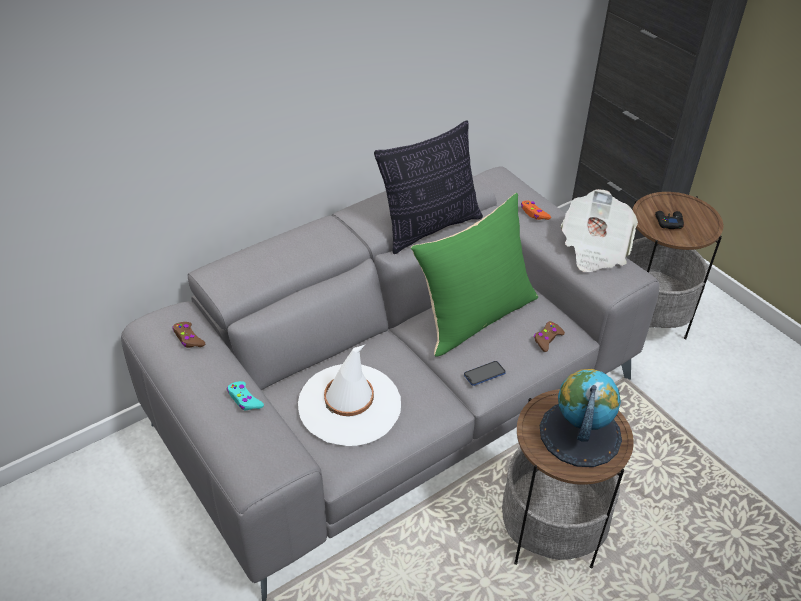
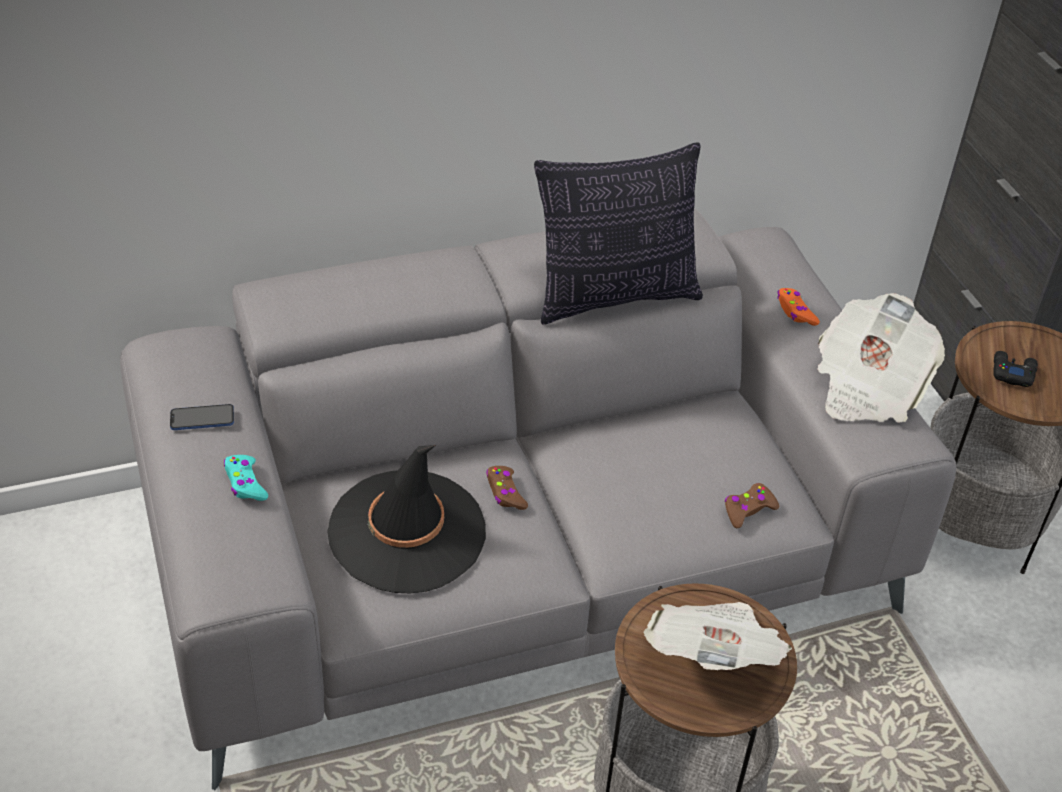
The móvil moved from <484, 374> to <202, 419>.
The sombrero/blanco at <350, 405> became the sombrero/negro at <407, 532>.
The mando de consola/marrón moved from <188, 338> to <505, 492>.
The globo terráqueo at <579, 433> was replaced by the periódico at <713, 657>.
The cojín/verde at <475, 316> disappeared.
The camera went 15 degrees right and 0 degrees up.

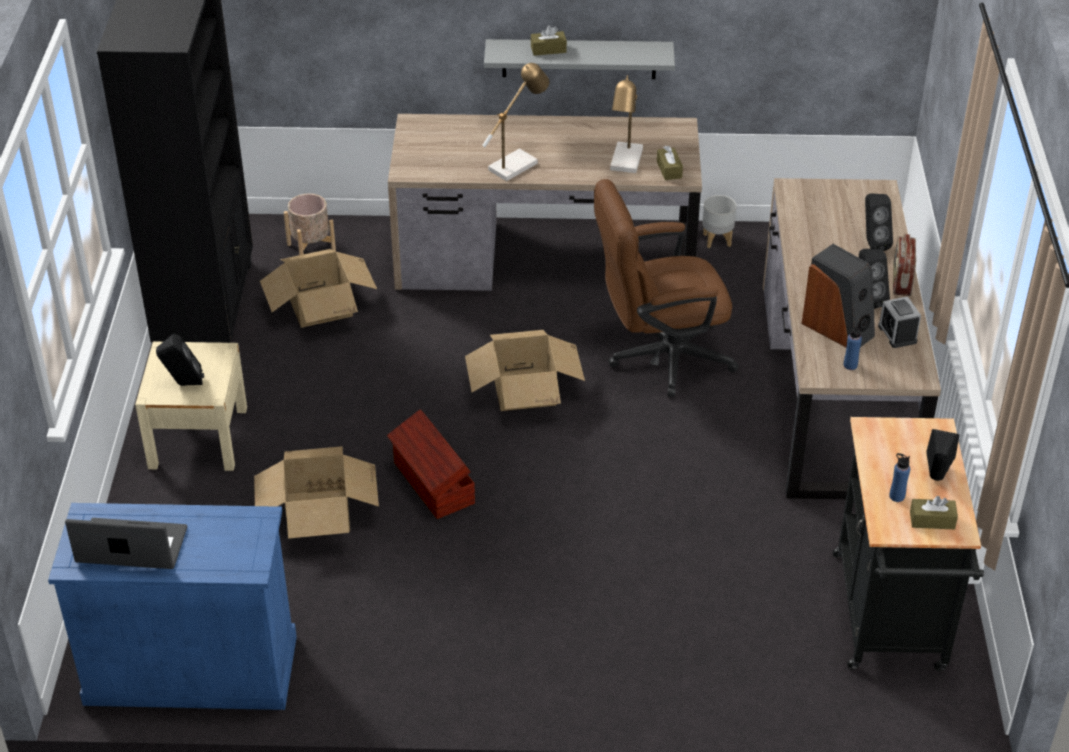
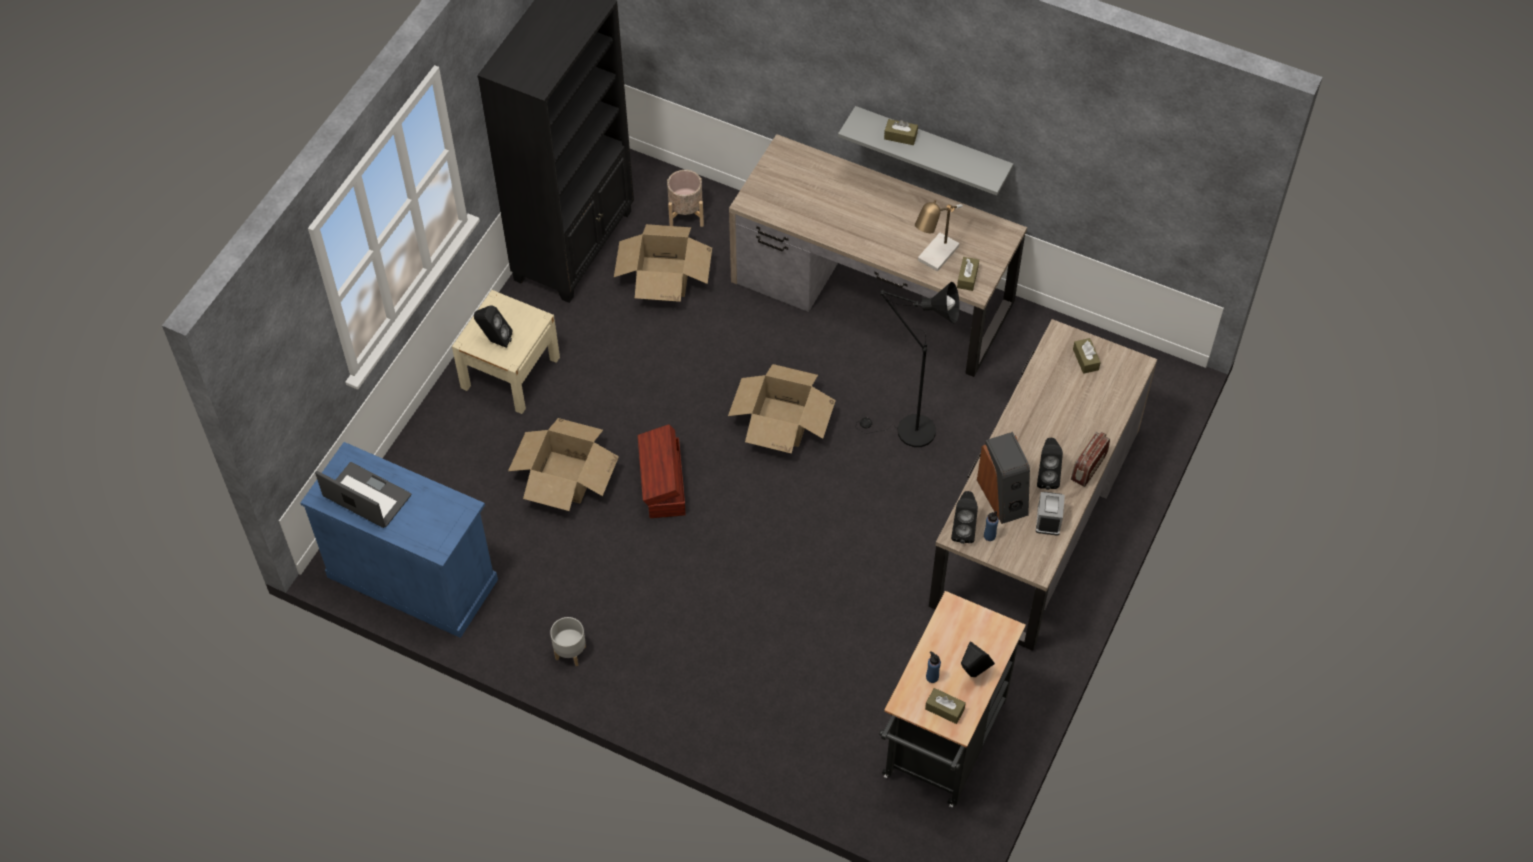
The maceta/gris moved from <716, 240> to <570, 652>.
The silla de oficina/marrón at <659, 357> was replaced by the lámpara de pie/negro at <908, 431>.
The altavoz/negro moved from <872, 243> to <963, 530>.
The caja de pañuelos/marrón at <1085, 359> appeared.
The lámpara de mesa at <517, 163> disappeared.
The camera went 25 degrees right and 15 degrees up.

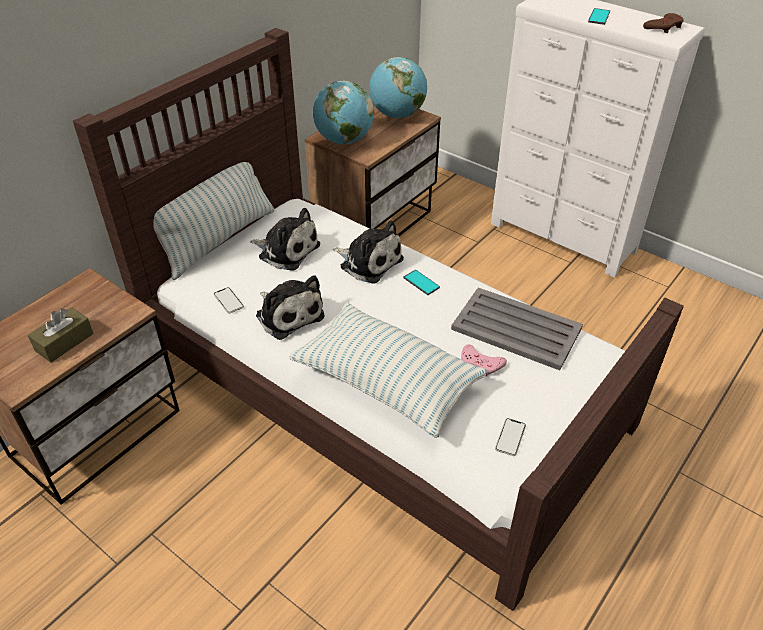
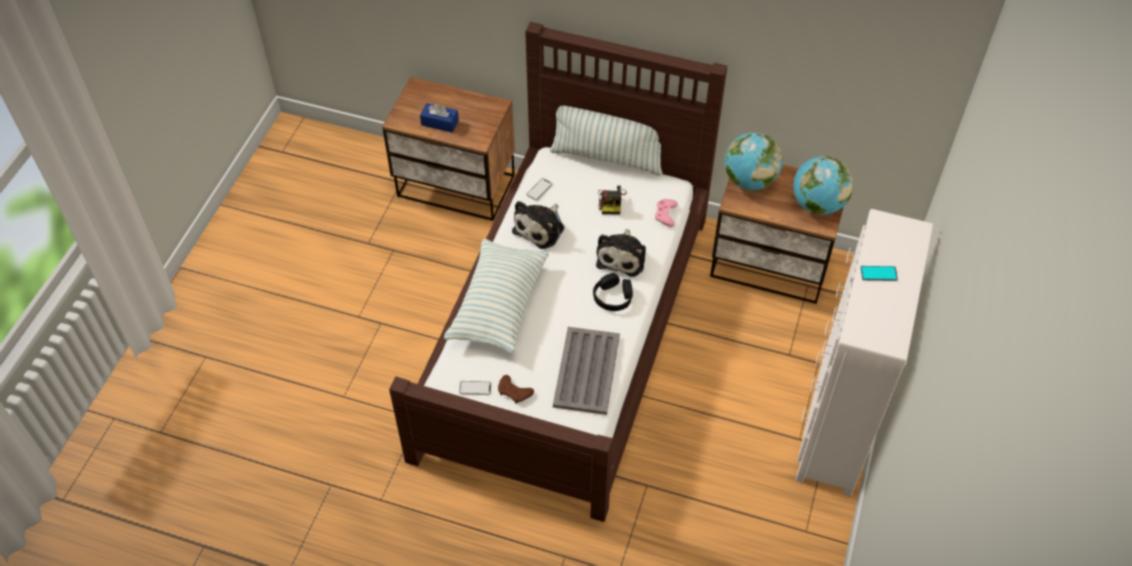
The caja de pañuelos/marrón at <64, 342> became the caja de pañuelos/azul at <440, 123>.
The mando de consola/marrón moved from <663, 27> to <514, 392>.
The móvil at <421, 283> was replaced by the auriculares/negro at <613, 297>.
The peluche at <286, 250> was replaced by the cámara at <611, 201>.
The mando de consola/rosa moved from <481, 363> to <665, 214>.
The camera went 70 degrees right and 10 degrees up.

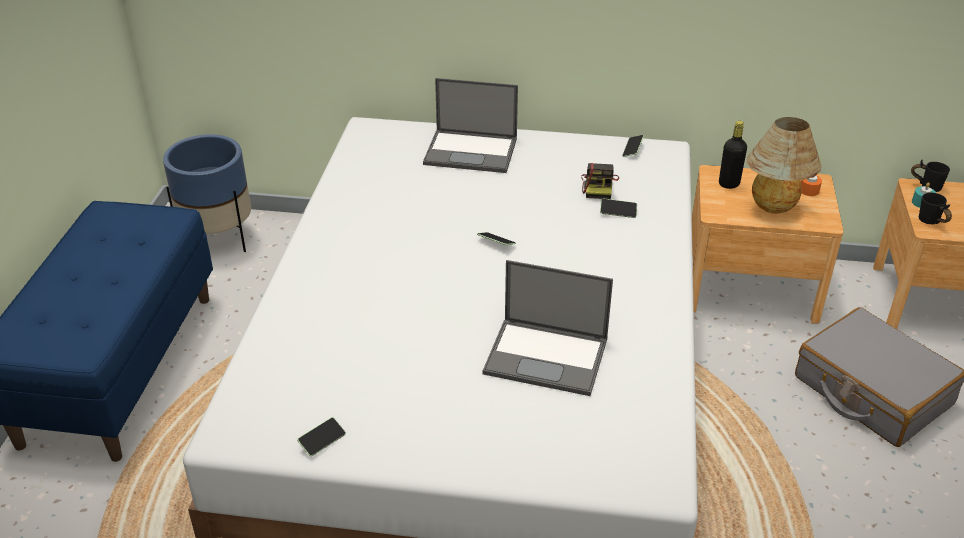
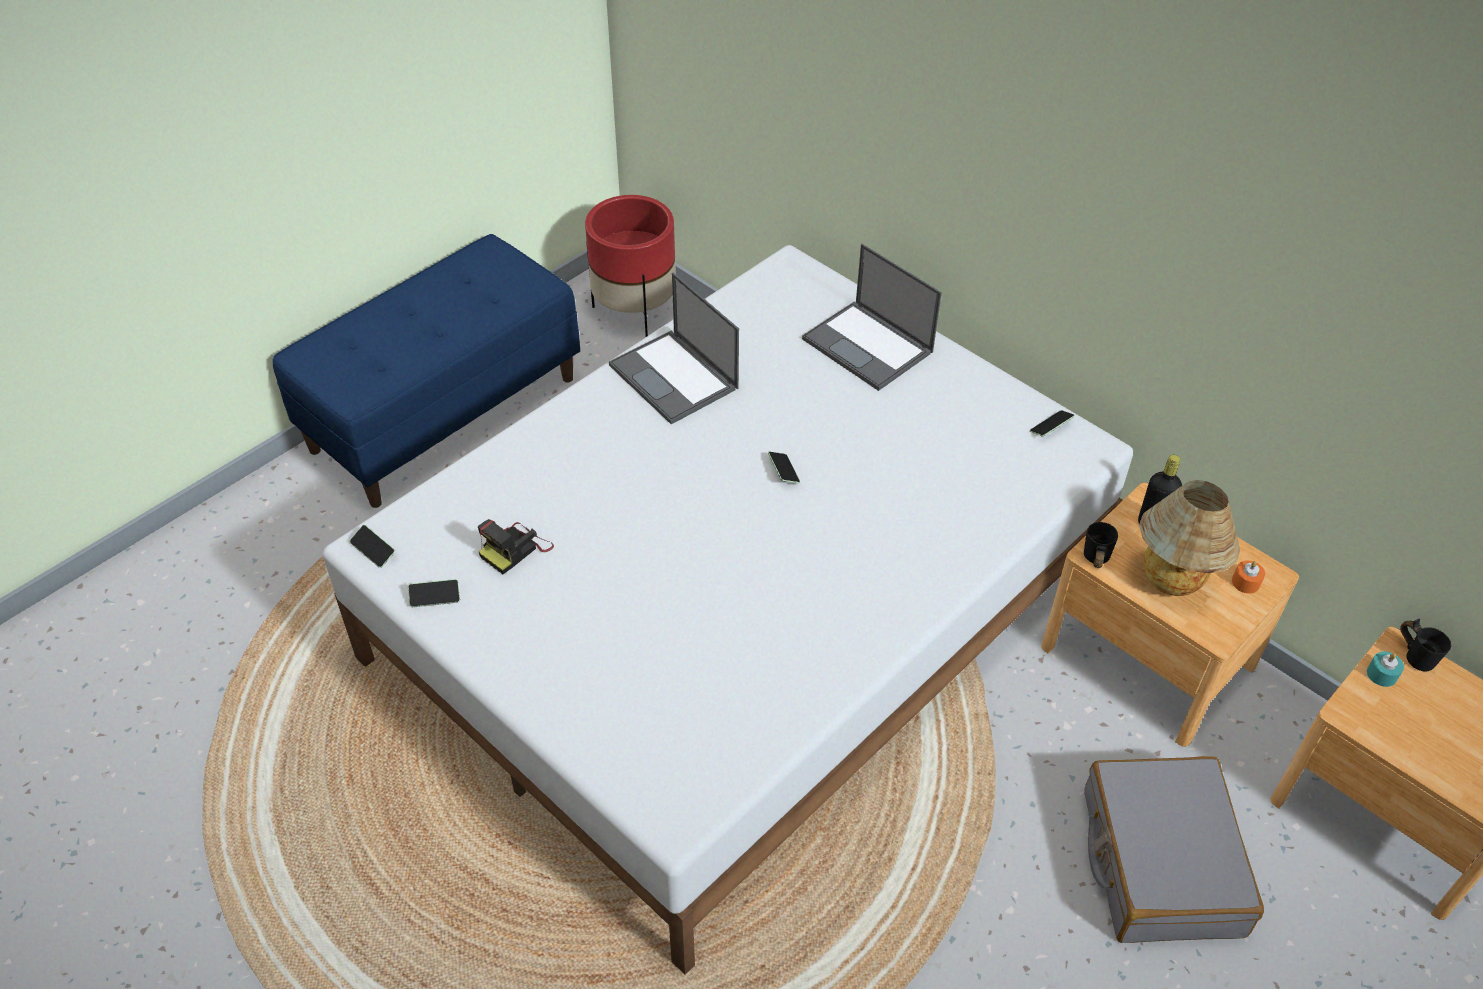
The móvil moved from <618, 212> to <373, 550>.
The cámara moved from <599, 186> to <516, 549>.
The maceta/azul at <218, 238> became the maceta/rojo at <635, 313>.
The portátil moved from <548, 356> to <675, 377>.
The taza grande/negro moved from <929, 223> to <1092, 560>.
The camera went 35 degrees right and 10 degrees up.

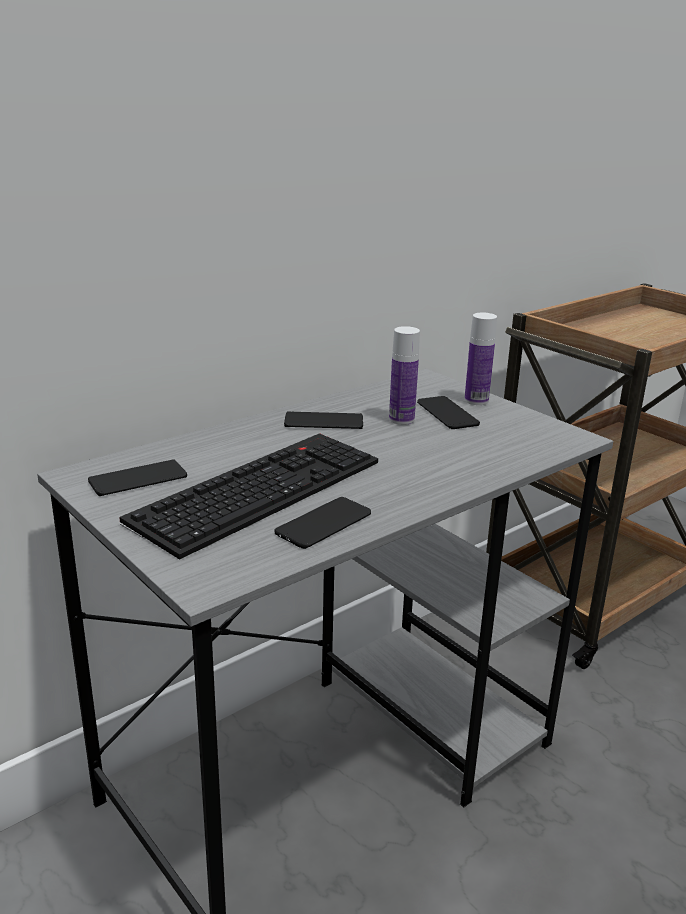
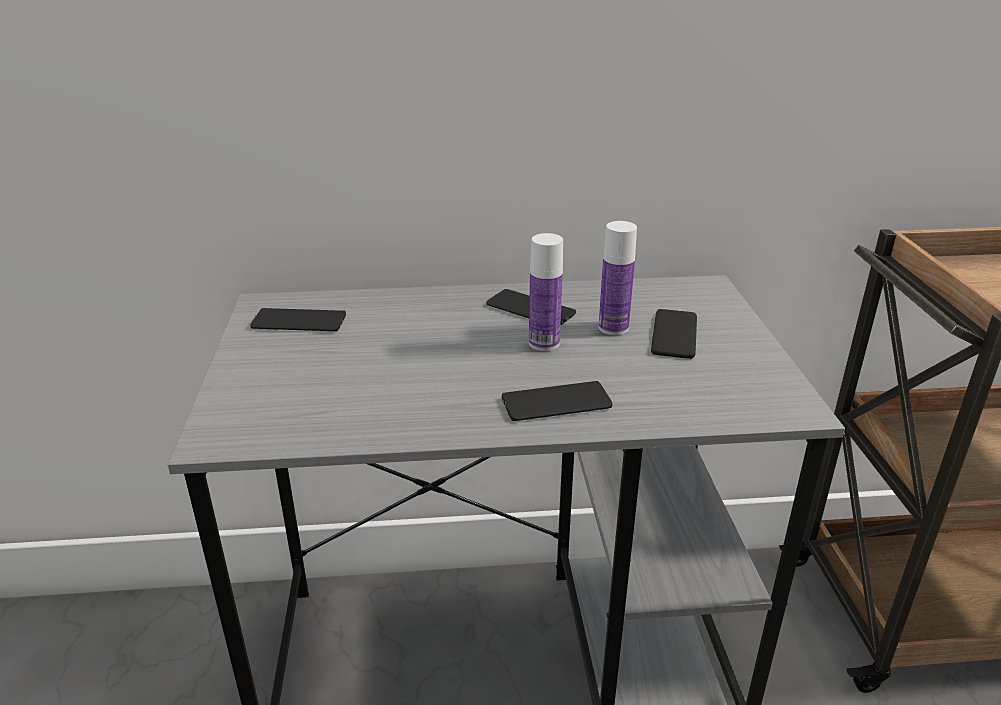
The móvil moved from <323, 523> to <556, 402>.
The botella moved from <476, 400> to <544, 343>.
The teclado at <258, 489> disappeared.
The camera went 35 degrees right and 5 degrees up.

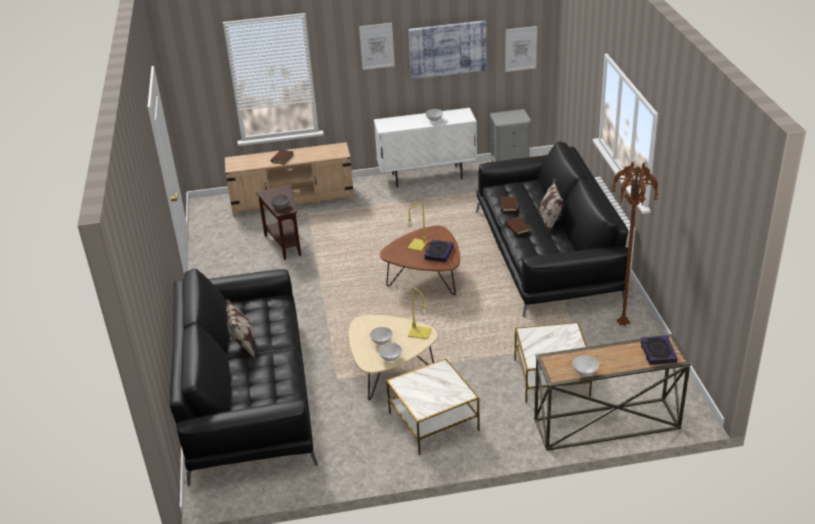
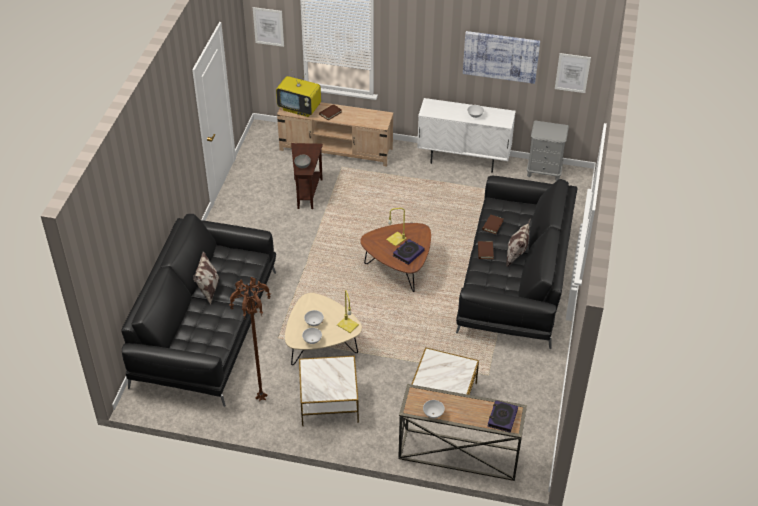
The lámpara de pie/marrón moved from <622, 325> to <260, 399>.
The cuadro moved from <377, 46> to <268, 26>.
The televisor at <300, 108> appeared.
The camera went 20 degrees right and 10 degrees up.

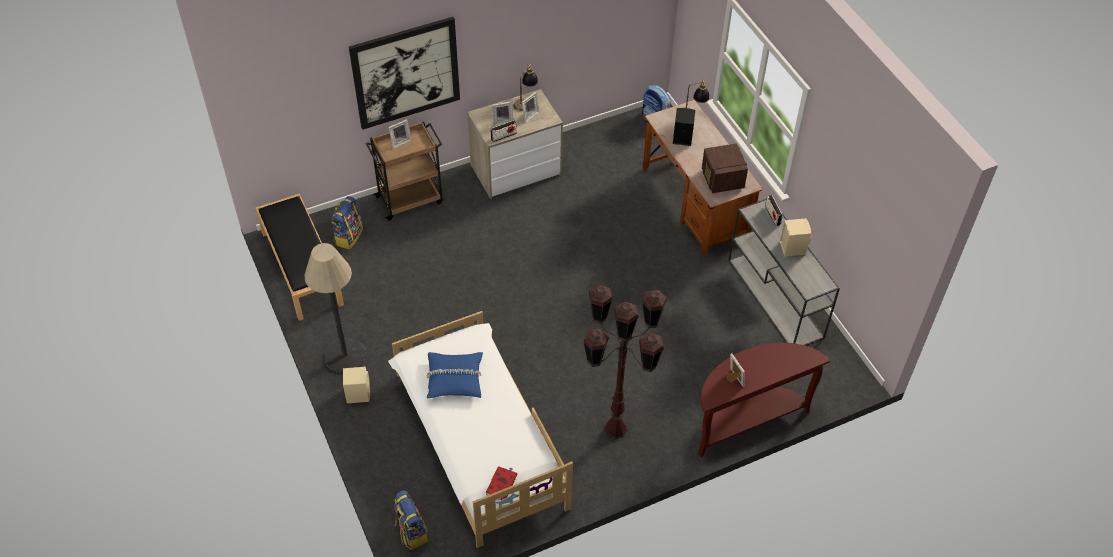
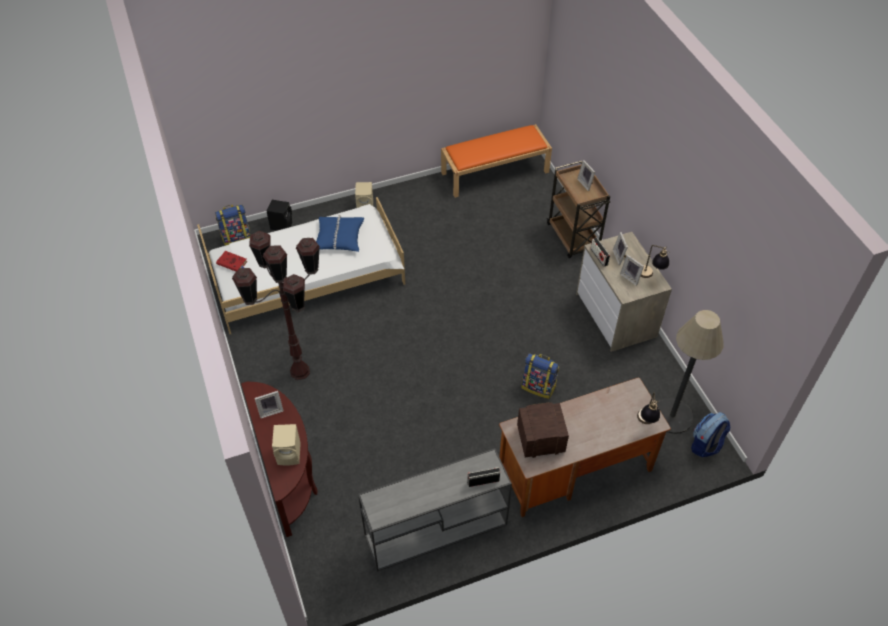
The altavoz/negro moved from <681, 137> to <282, 224>.
The altavoz/beis moved from <792, 247> to <290, 454>.
The banco/negro at <301, 267> became the banco/naranja at <495, 172>.
The mochila moved from <348, 236> to <539, 387>.
The lámpara de pie moved from <345, 355> to <672, 416>.
The cuadro at <406, 73> disappeared.
The camera went 95 degrees right and 0 degrees up.

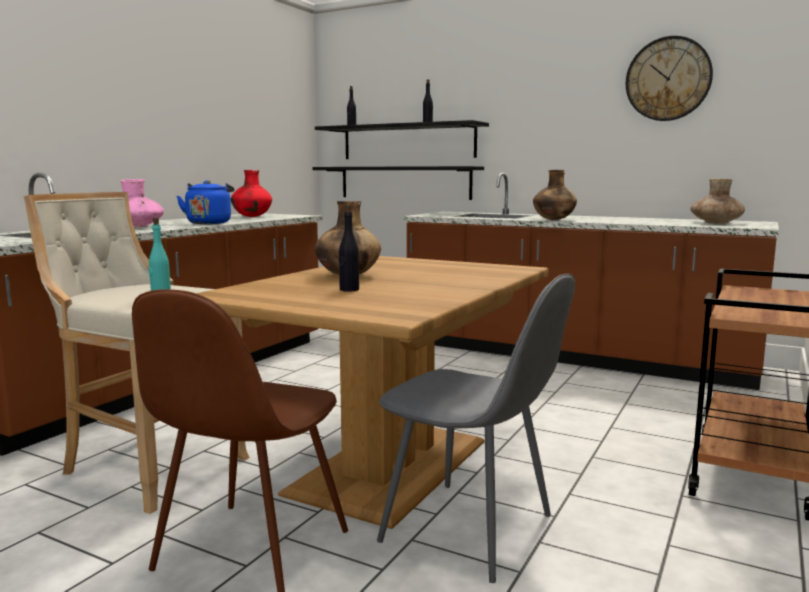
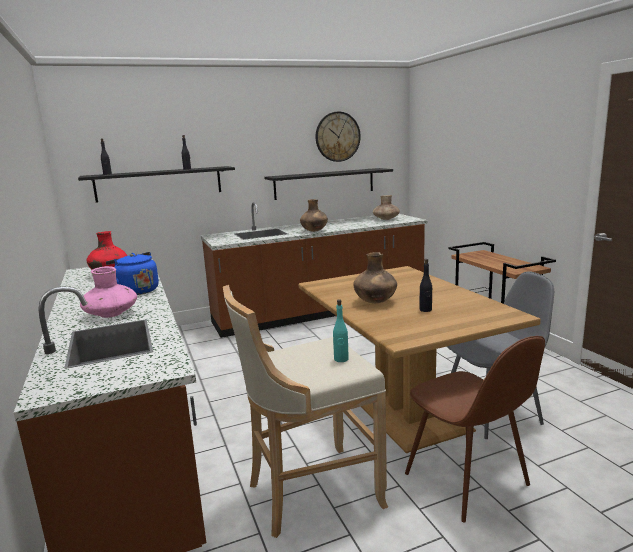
The estante/negro moved from <404, 182> to <324, 183>.
The camera went 50 degrees left and 5 degrees up.

